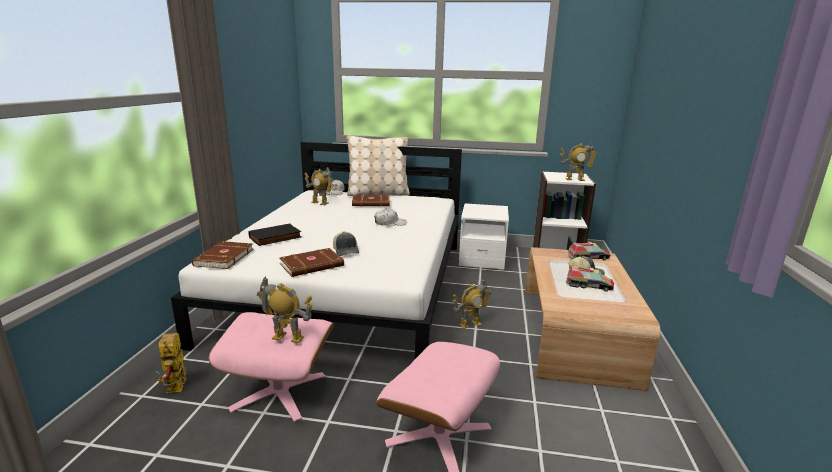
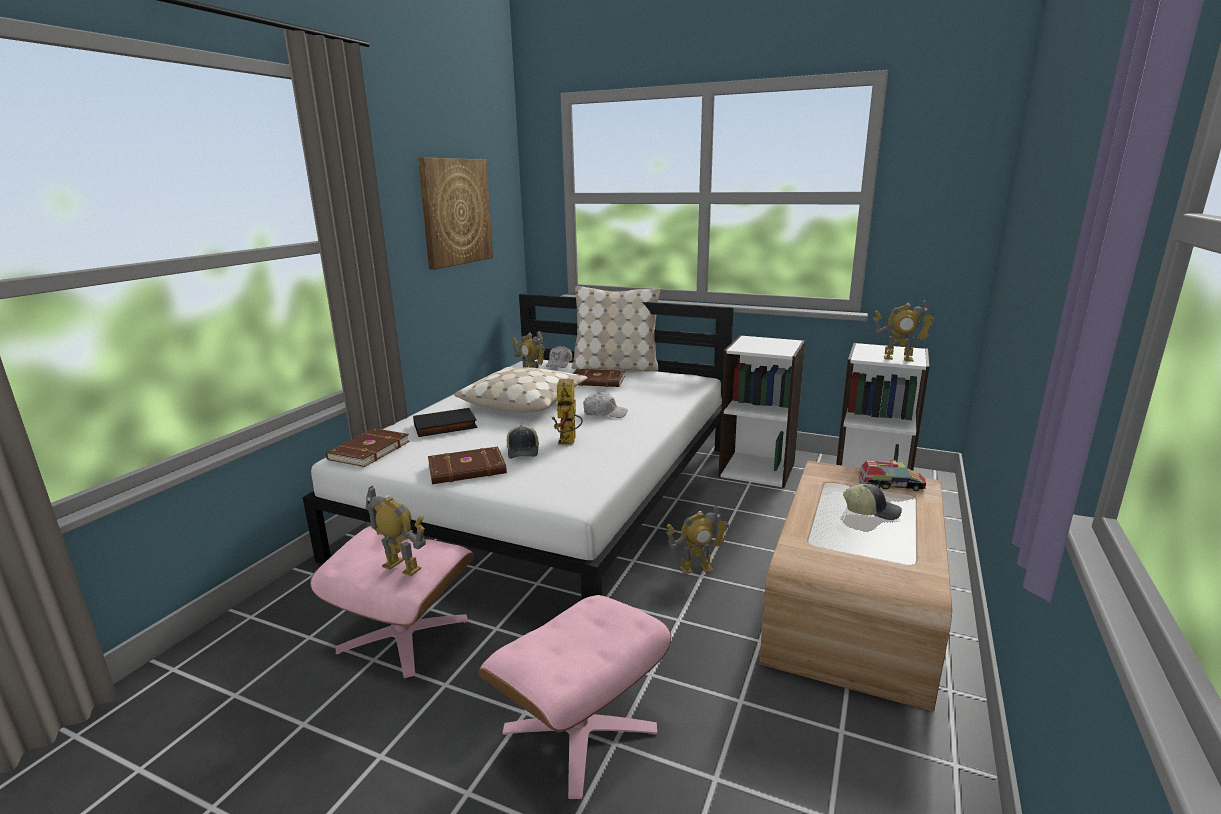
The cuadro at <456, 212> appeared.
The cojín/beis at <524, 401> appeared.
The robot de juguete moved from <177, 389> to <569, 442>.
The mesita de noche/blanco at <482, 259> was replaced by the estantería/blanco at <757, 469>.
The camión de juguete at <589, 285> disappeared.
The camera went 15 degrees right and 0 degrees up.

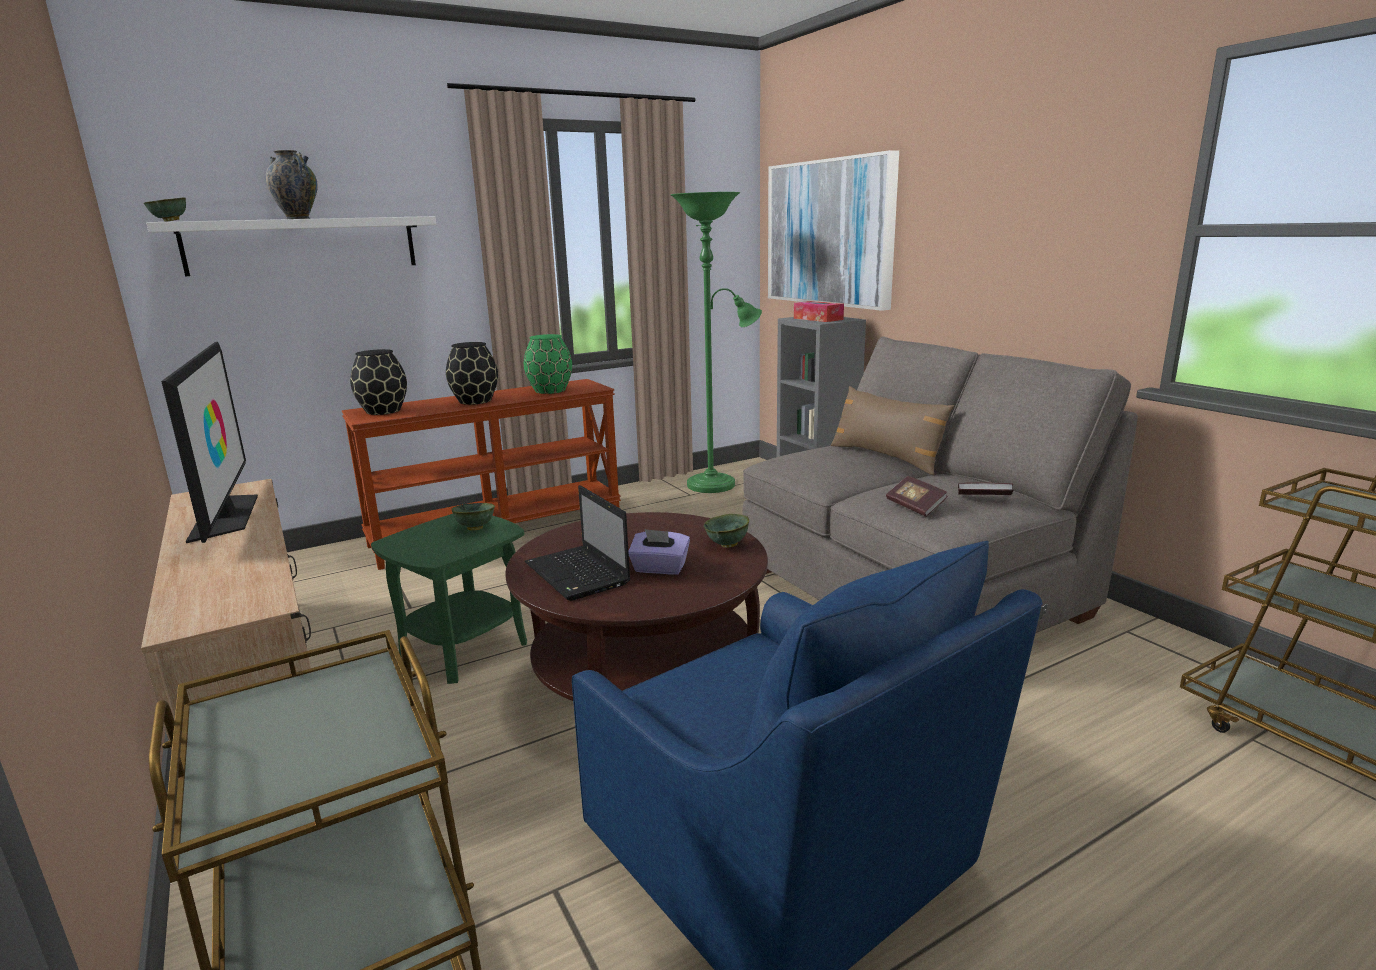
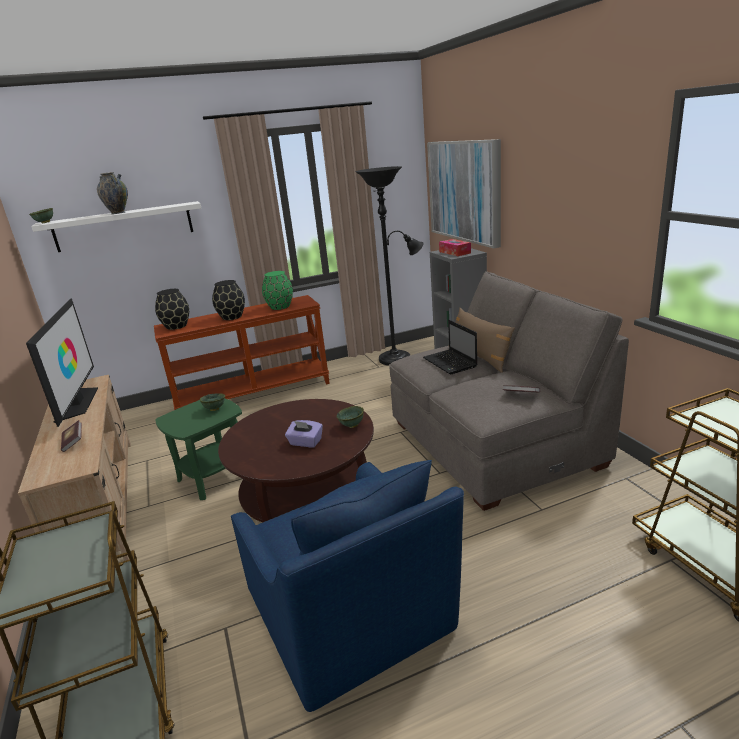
The libro moved from <915, 507> to <73, 442>.
The lámpara de pie/verde at <716, 484> became the lámpara de pie/negro at <398, 358>.
The portátil moved from <579, 575> to <450, 363>.
The camera went 10 degrees right and 5 degrees up.

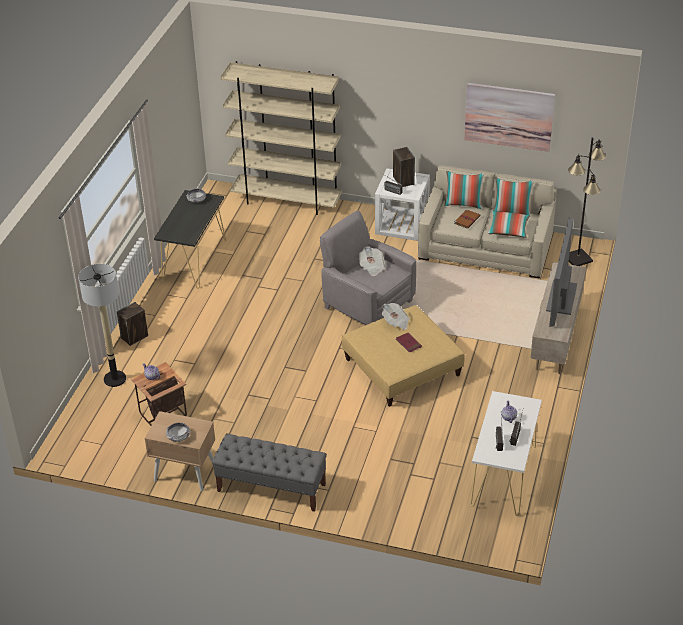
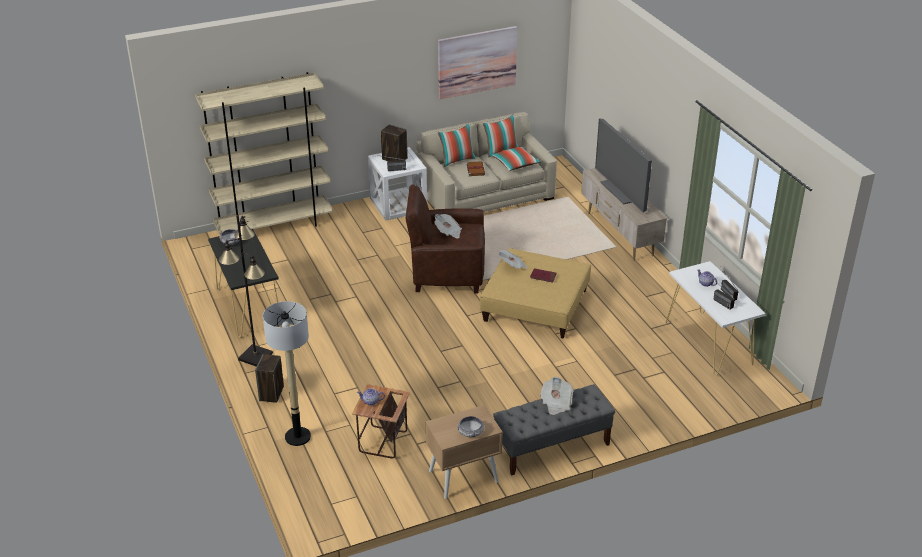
The lámpara de pie/negro moved from <578, 259> to <256, 356>.
The sillón/gris at <367, 304> became the sillón/marrón at <446, 273>.
The periódico at <556, 403> appeared.
The camera went 40 degrees left and 5 degrees down.

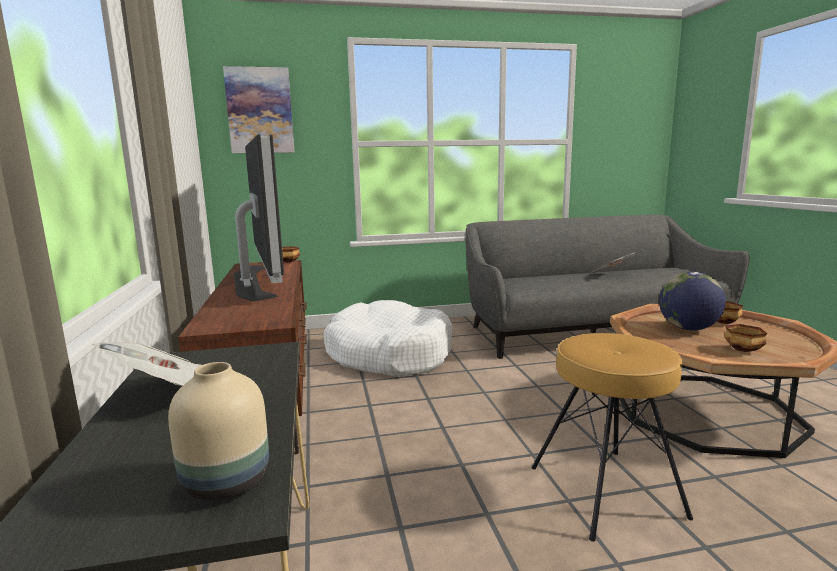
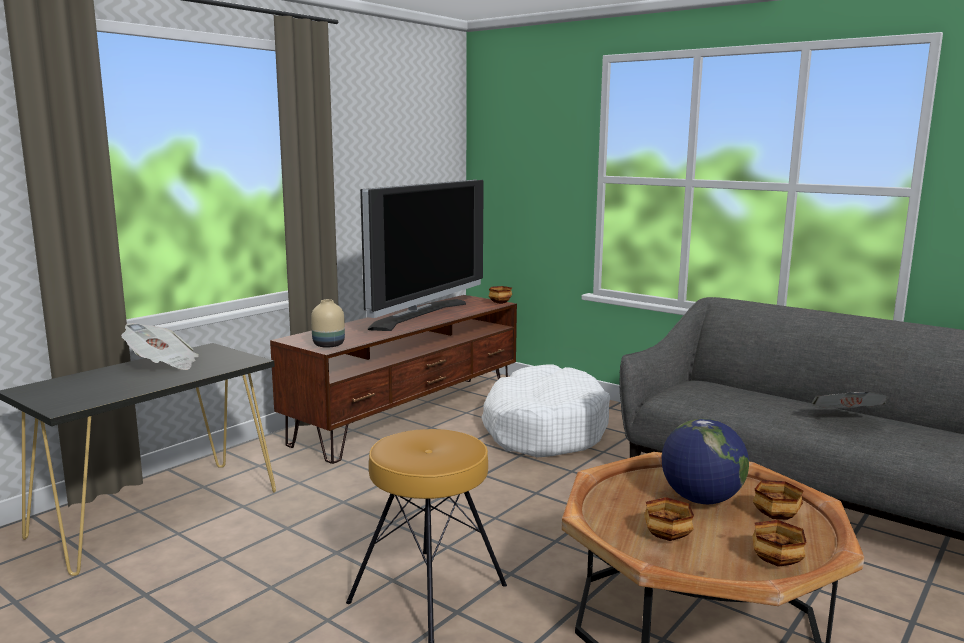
The florero/beis moved from <227, 483> to <328, 345>.
The cuenco at <775, 561> appeared.
The cuadro at <260, 111> disappeared.
The camera went 50 degrees right and 0 degrees up.

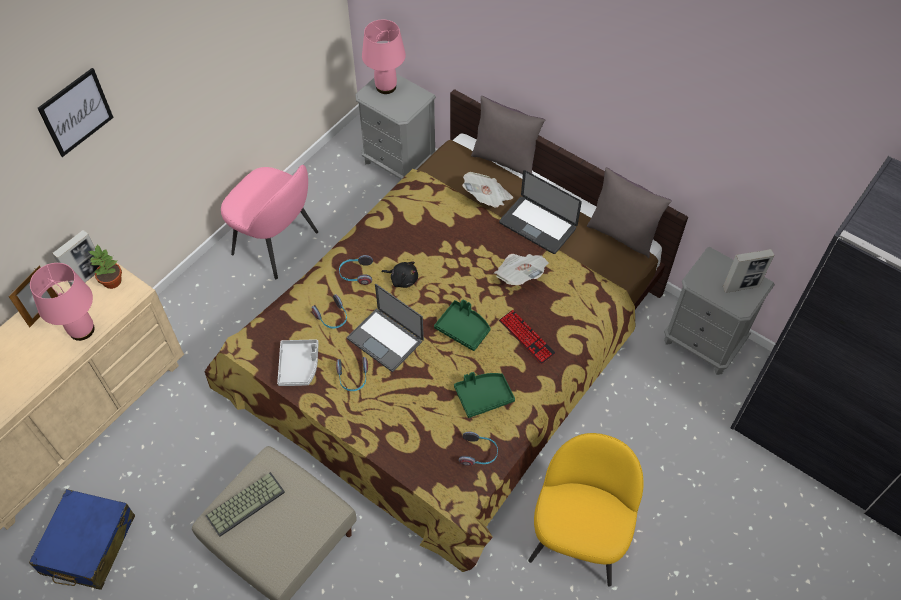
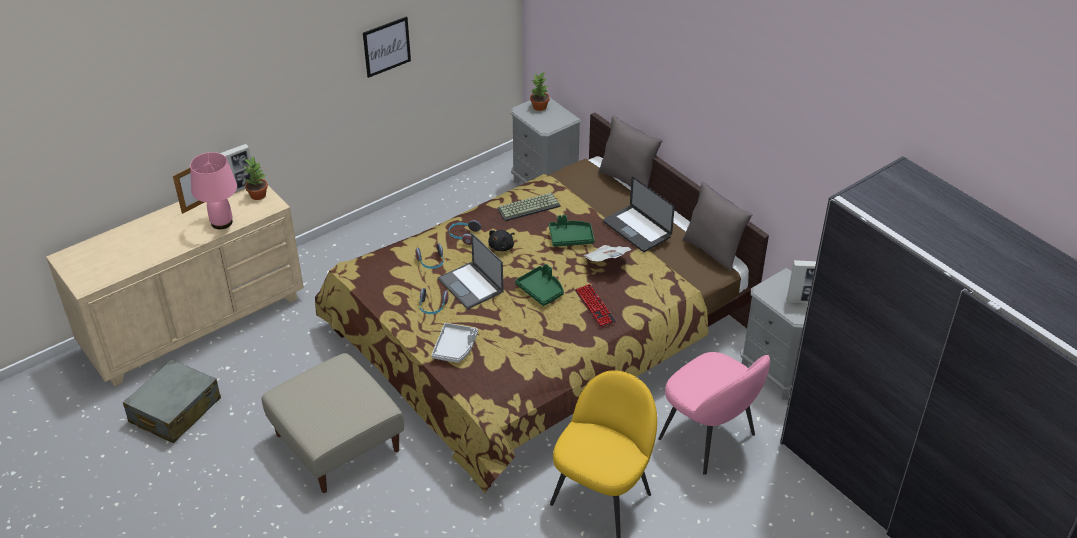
The maleta/azul at <88, 545> became the maleta/gris at <175, 411>.
The cuadro moved from <76, 112> to <386, 46>.
The bandeja/gris moved from <299, 366> to <455, 348>.
The peluche/negro at <402, 279> turned 90 degrees clockwise.
The teclado moved from <245, 502> to <529, 207>.
The lámpara de mesa/rosa at <386, 86> was replaced by the planta en maceta at <540, 107>.
The bandeja/verde moved from <483, 396> to <571, 238>.
The silla/rosa moved from <277, 244> to <709, 438>.
The auriculares at <479, 453> disappeared.
The periódico at <487, 198> disappeared.
The camera went 15 degrees right and 15 degrees down.

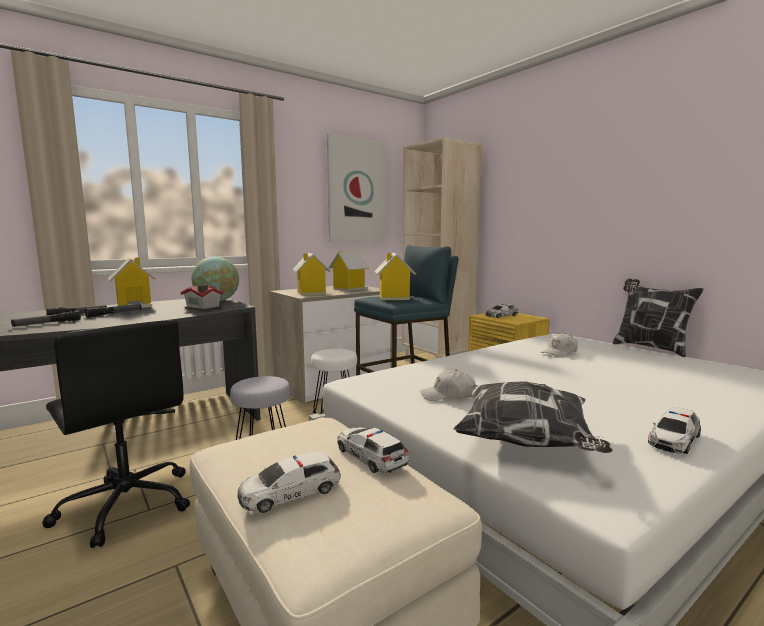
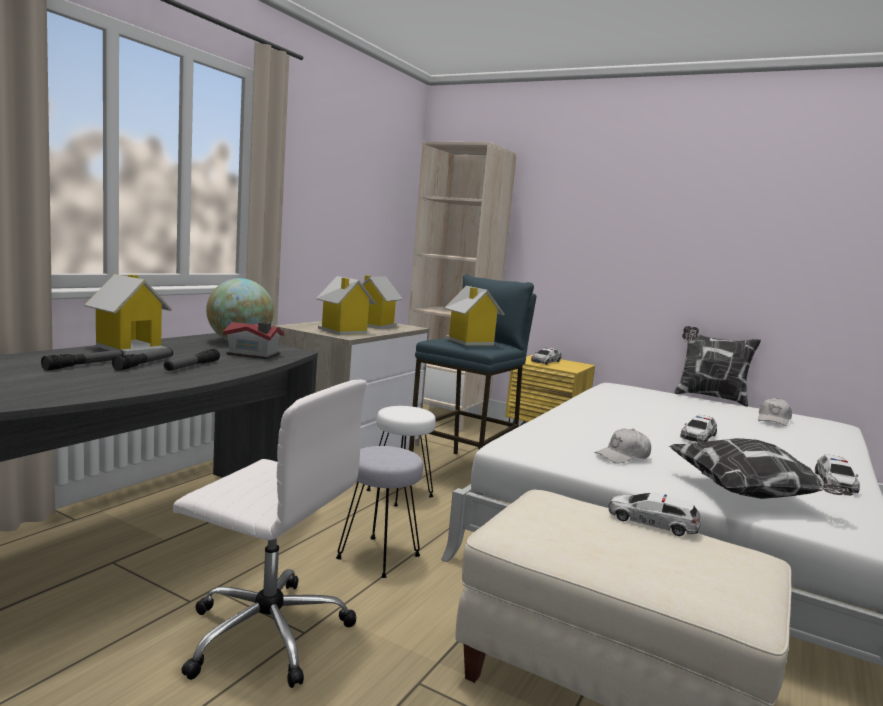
The linterna moved from <47, 323> to <192, 366>.
The silla de oficina/negro at <127, 504> became the silla de oficina/blanco at <265, 632>.
The coche de juguete moved from <290, 492> to <698, 436>.
The gorra/blanco moved from <559, 352> to <773, 420>.
The cuadro at <356, 190> disappeared.
The camera went 25 degrees left and 0 degrees up.

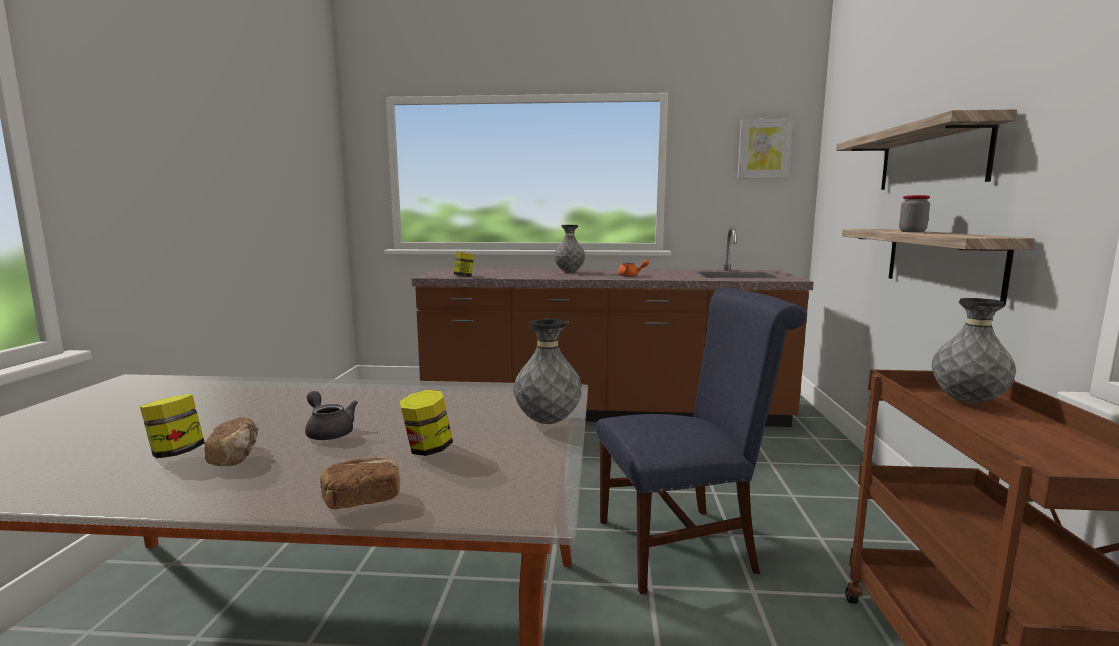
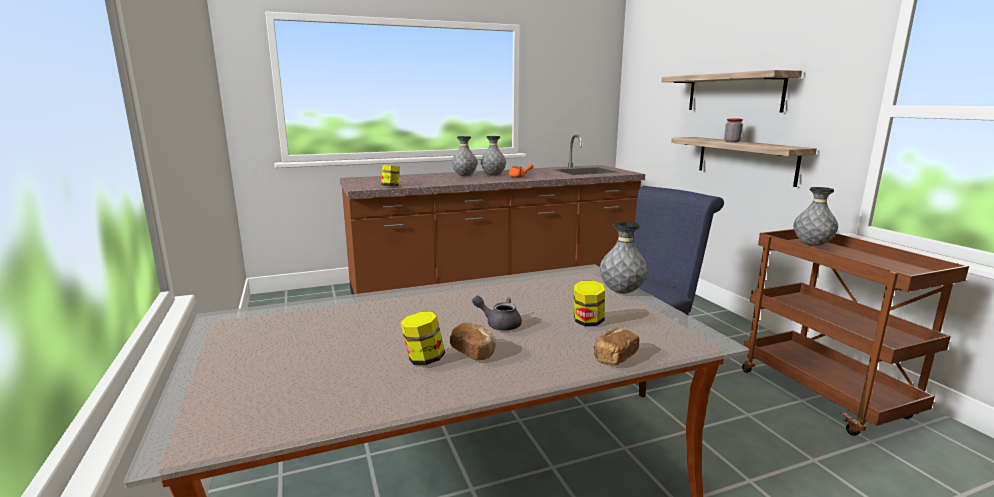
The florero/gris at <493, 175> appeared.
The cuadro at <764, 149> disappeared.
The camera went 25 degrees left and 5 degrees up.

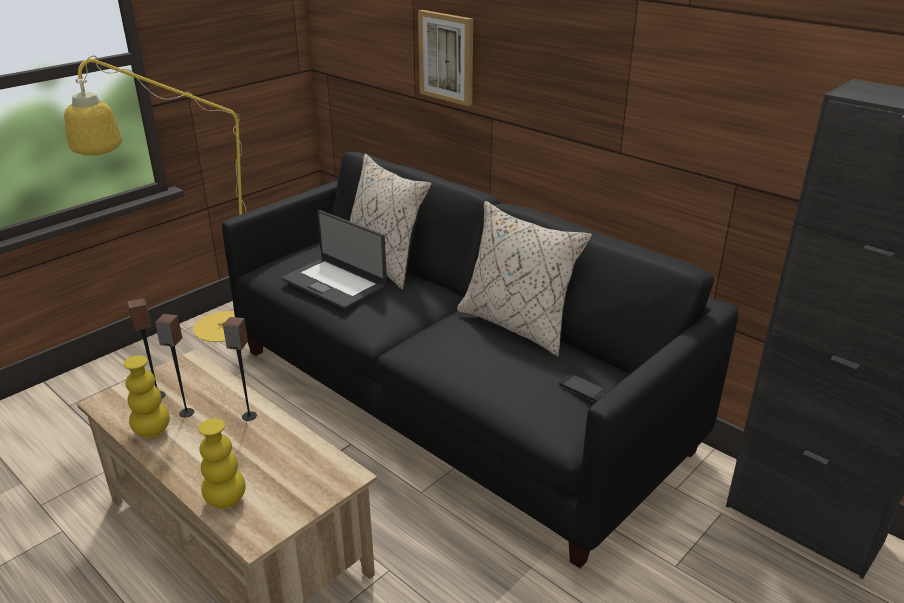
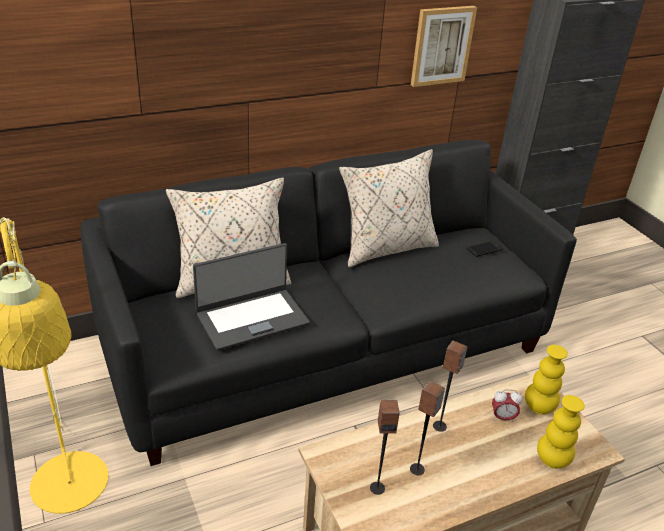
The cuadro moved from <447, 57> to <441, 45>.
The despertador at <502, 417> appeared.
The florero/amarillo moved from <152, 431> to <539, 407>.
The camera went 70 degrees left and 5 degrees up.

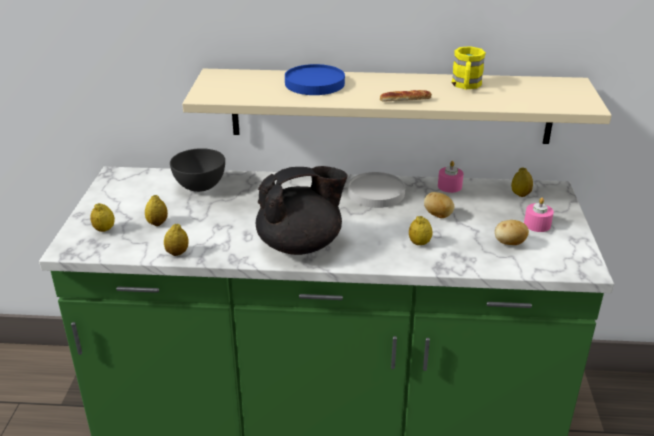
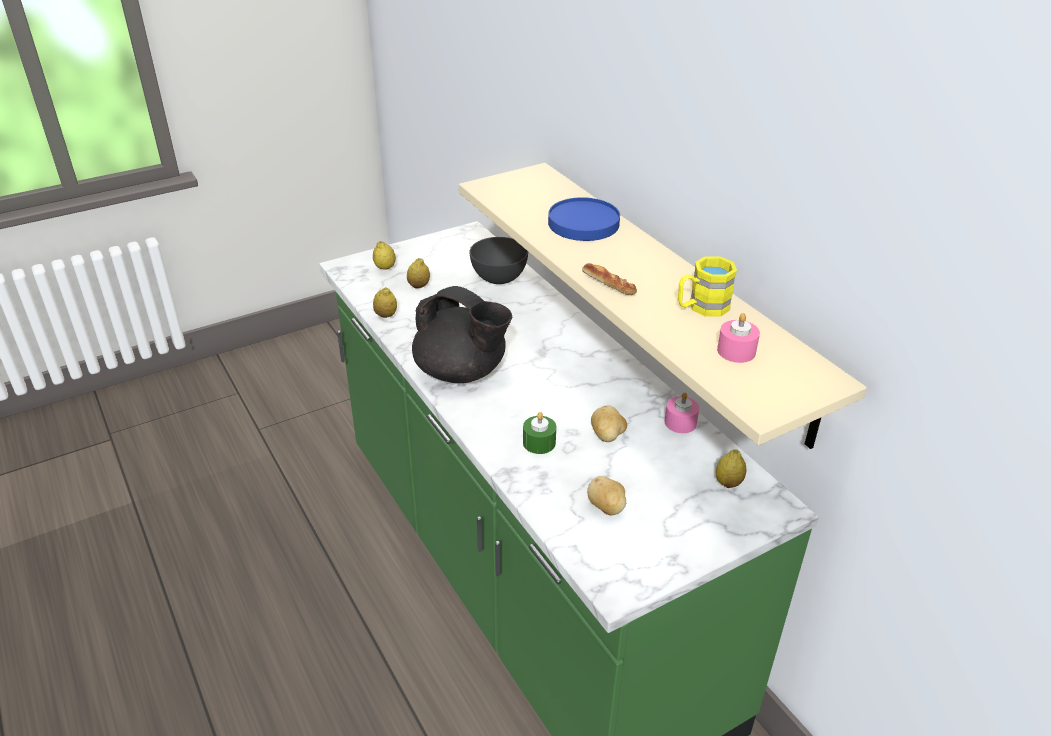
The limón at <419, 243> was replaced by the vela/verde at <539, 442>.
The vela/rosa moved from <537, 224> to <736, 351>.
The plato/blanco at <376, 193> disappeared.
The camera went 55 degrees right and 5 degrees up.

